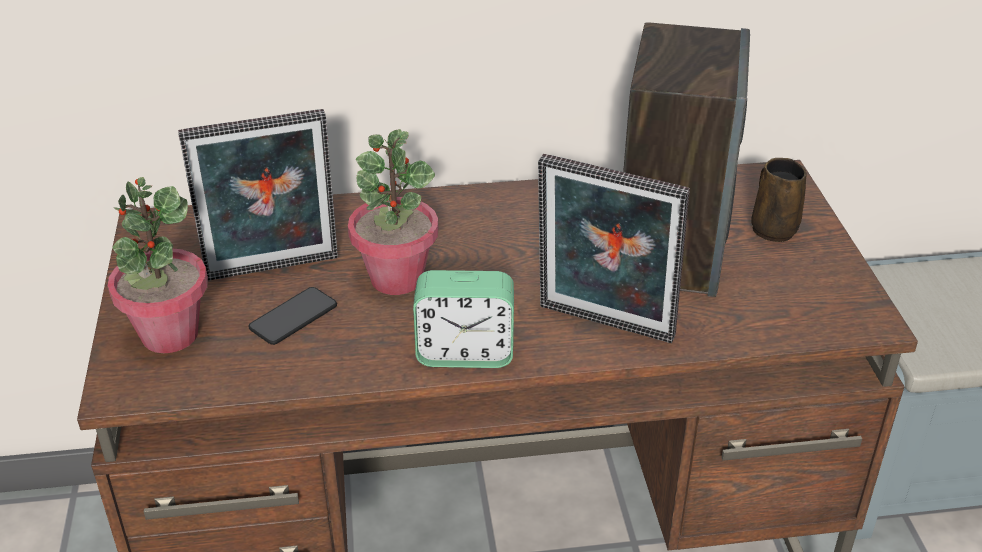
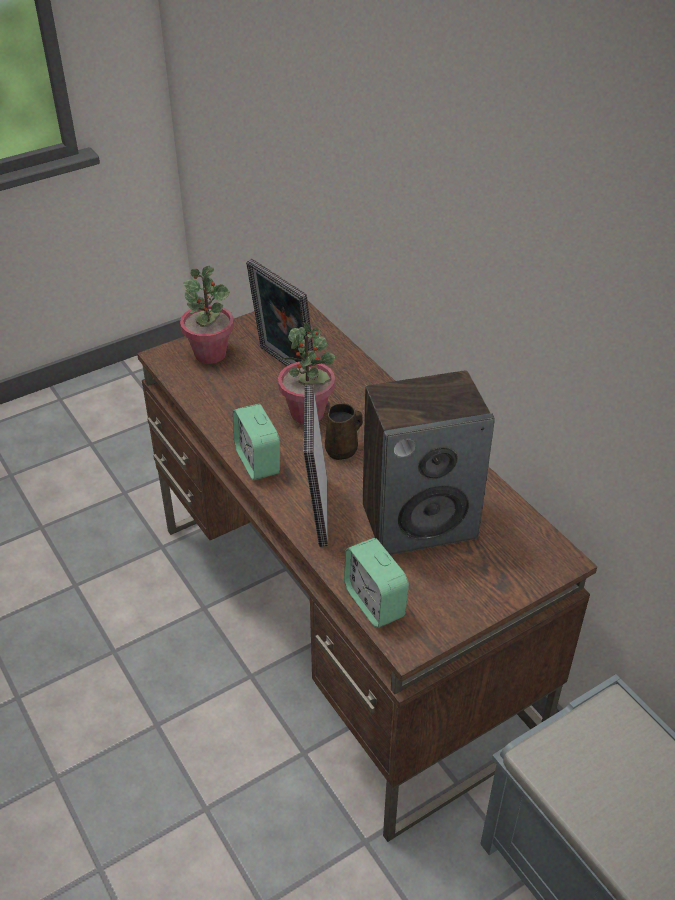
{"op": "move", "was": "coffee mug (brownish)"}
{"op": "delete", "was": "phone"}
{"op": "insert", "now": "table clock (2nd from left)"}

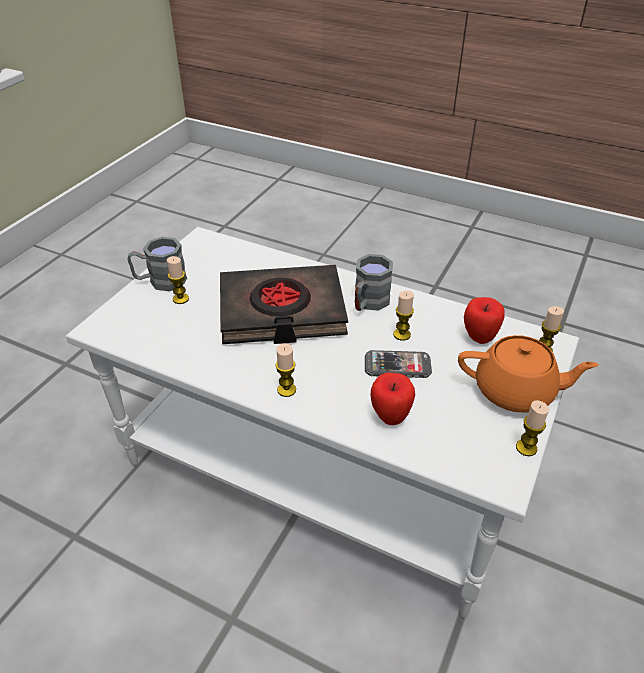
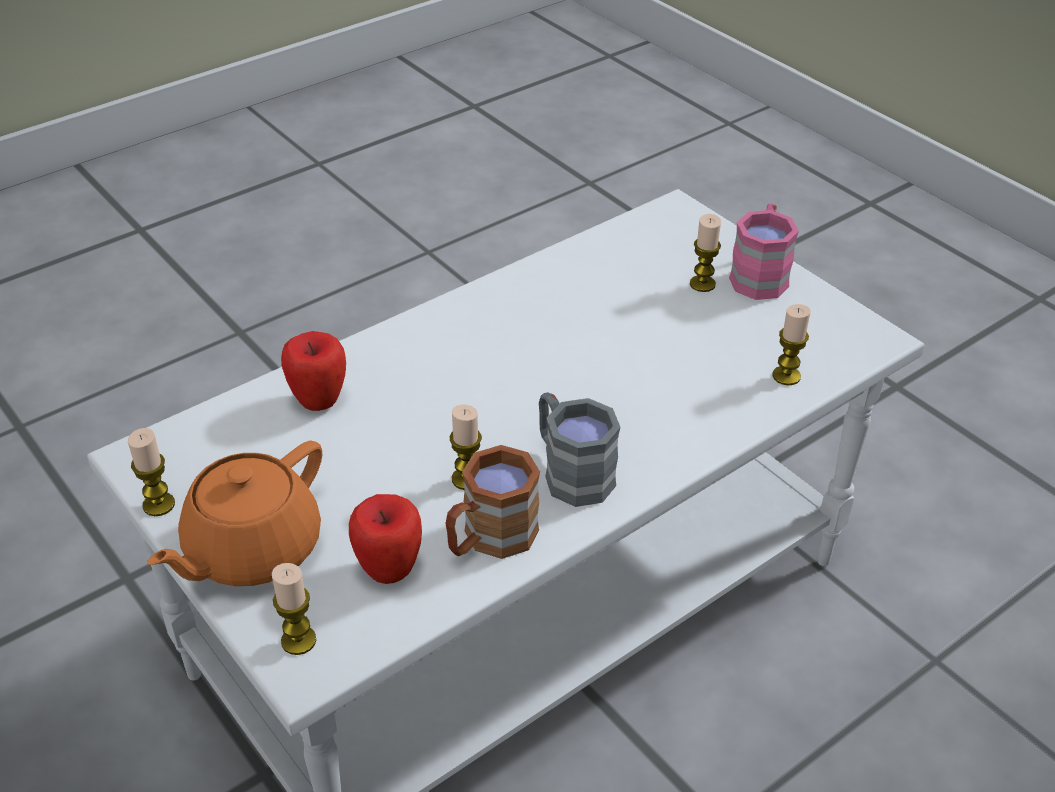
{"op": "recolor", "was": "coffee mug (grey) (1st from left)", "now": "coffee mug (pinkish)"}
{"op": "delete", "was": "book (blackish)"}
{"op": "move", "was": "wax candle (2nd from left in the first image)", "now": "wax candle (5th from left)"}
{"op": "delete", "was": "phone"}
{"op": "insert", "now": "coffee mug (brownish)"}

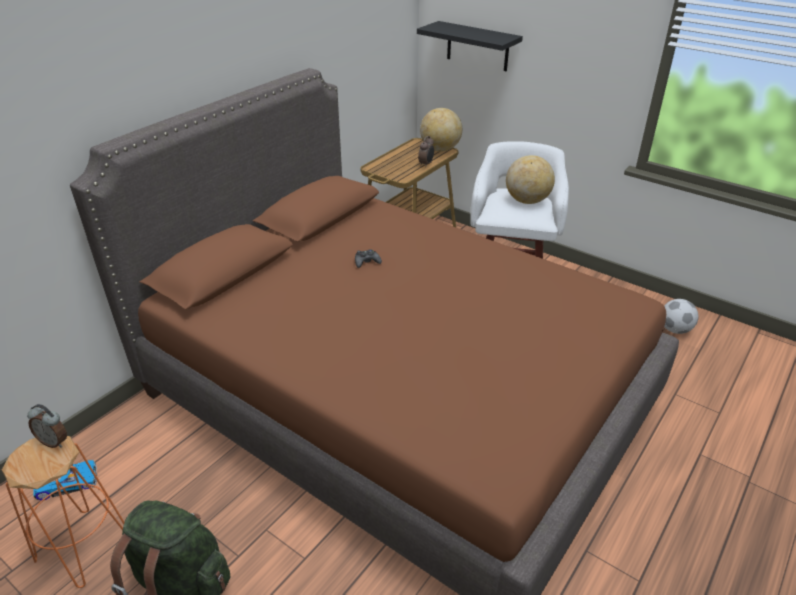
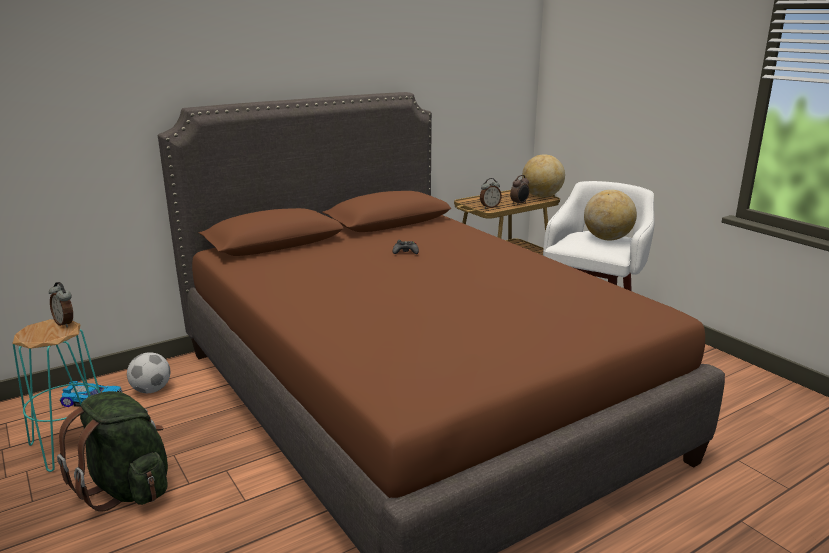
{"op": "delete", "was": "bracket shelf (blackish)"}
{"op": "move", "was": "football ball"}
{"op": "recolor", "was": "stool seat (orange)", "now": "stool seat (turquoise)"}
{"op": "insert", "now": "table clock (2nd from left)"}

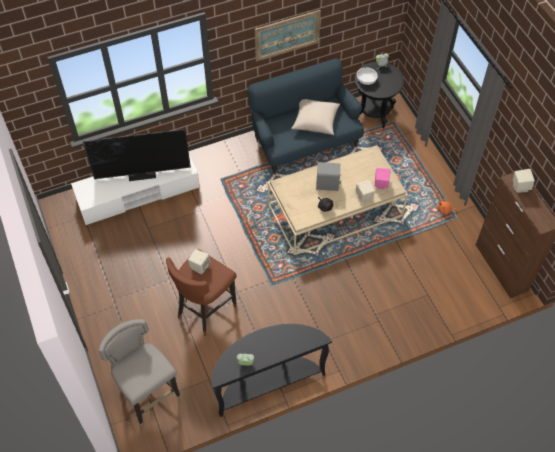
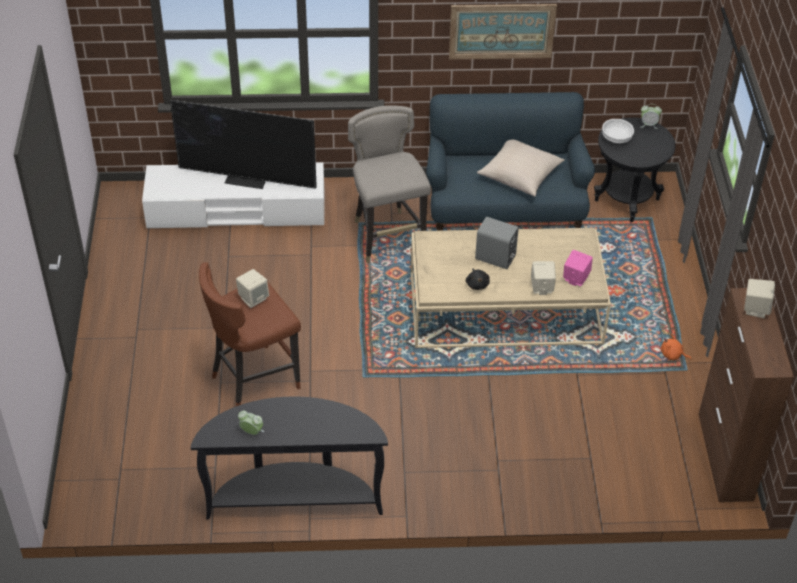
{"op": "move", "was": "stool seat (grey)"}

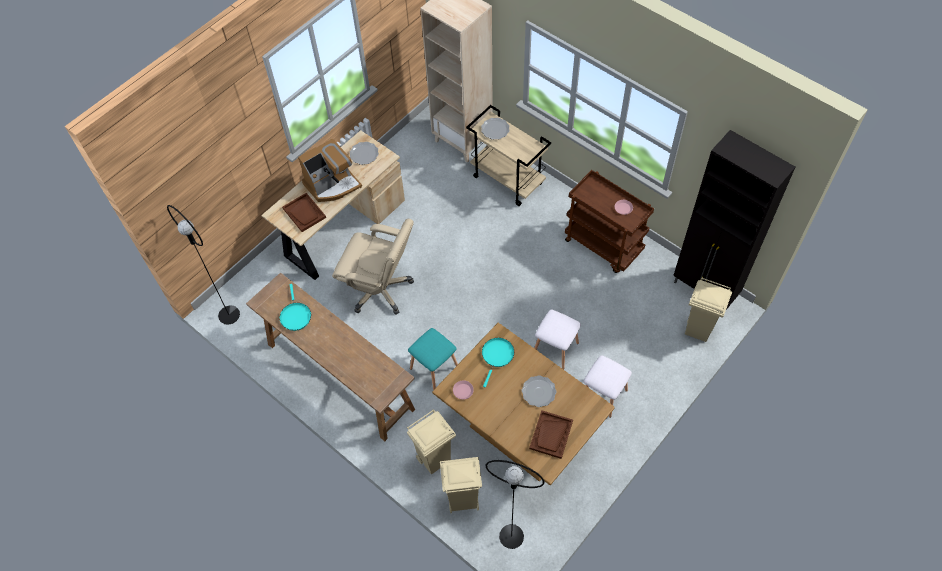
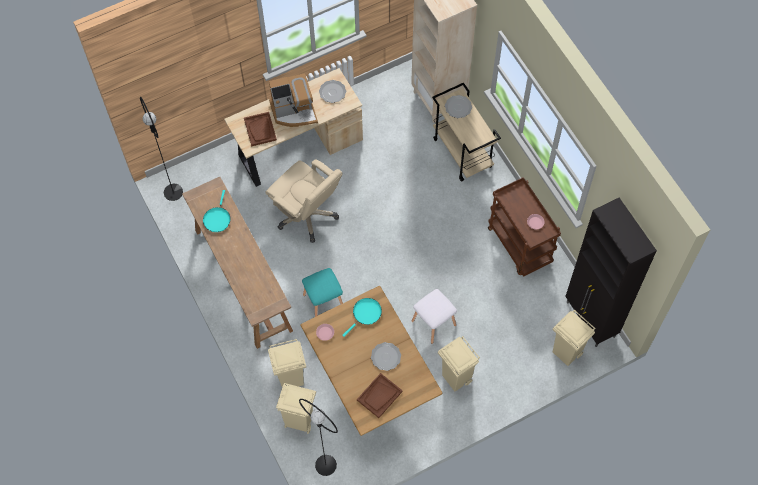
{"op": "replace", "was": "stool seat (white-coloured) (2nd from left)", "now": "rubbish bin (beige) (3rd from left)"}

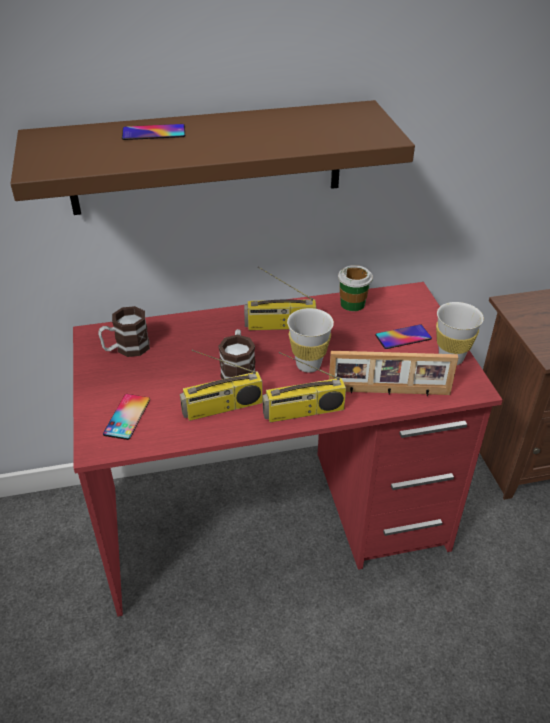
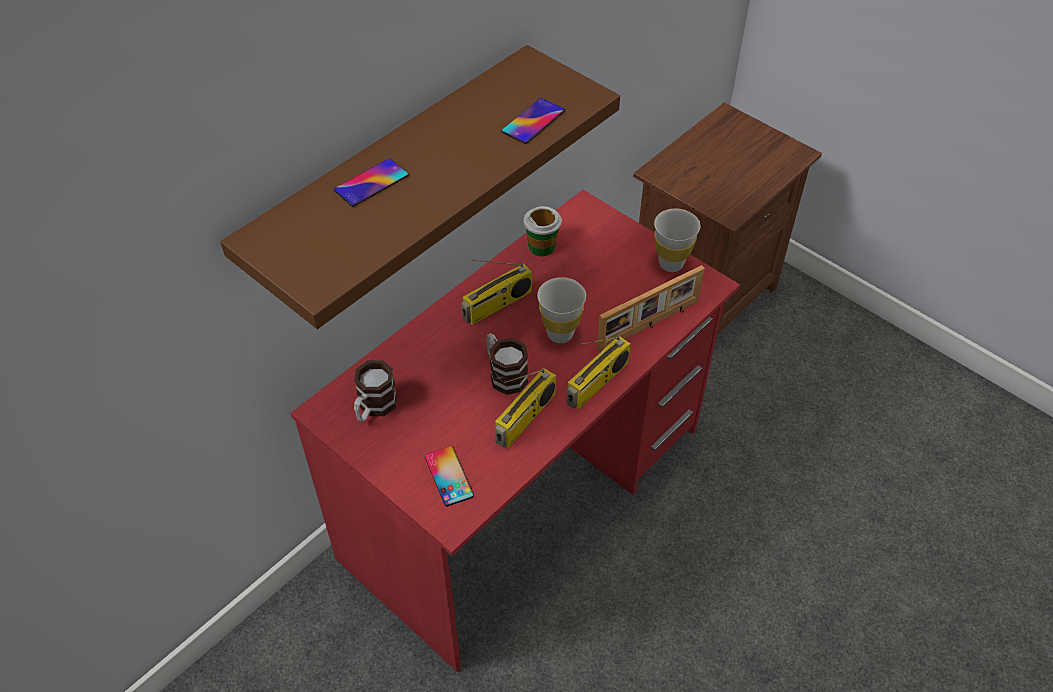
{"op": "move", "was": "phone (3rd from left)"}

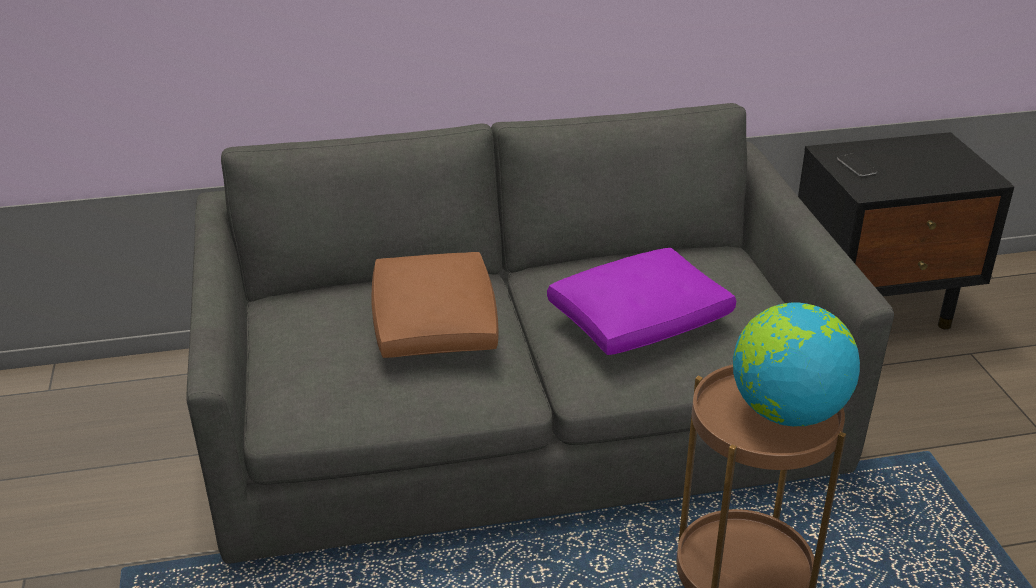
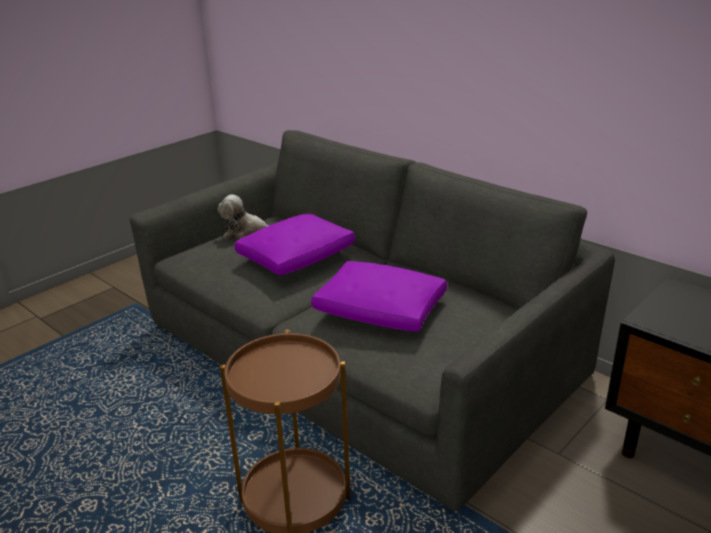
{"op": "delete", "was": "phone"}
{"op": "recolor", "was": "throw pillow (brownish)", "now": "throw pillow (purple) (1st from left)"}
{"op": "delete", "was": "desk globe"}
{"op": "insert", "now": "cuddly toy"}

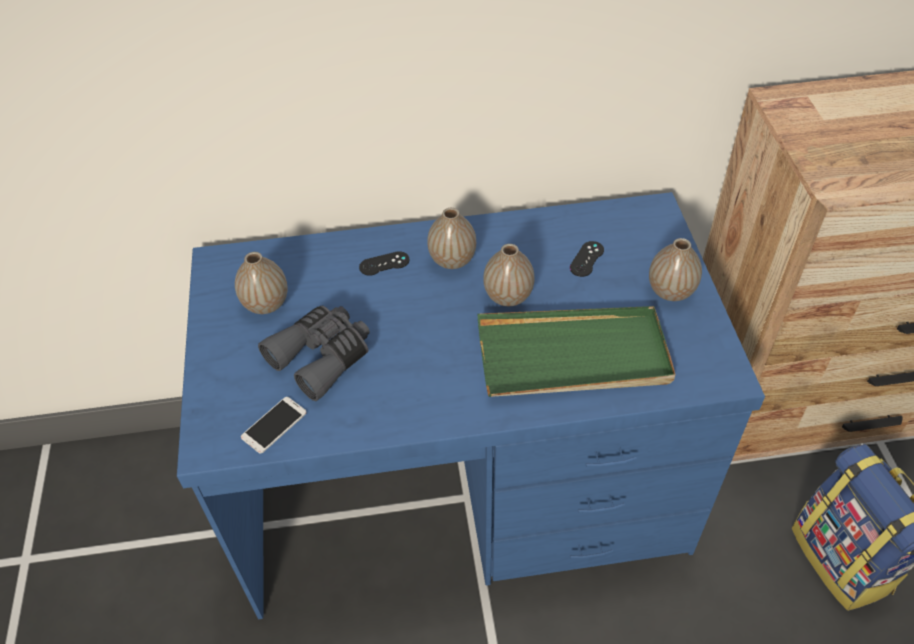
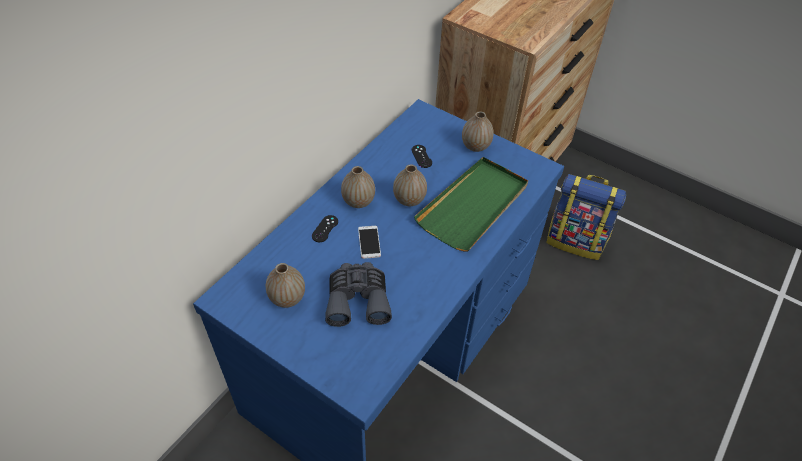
{"op": "move", "was": "phone"}

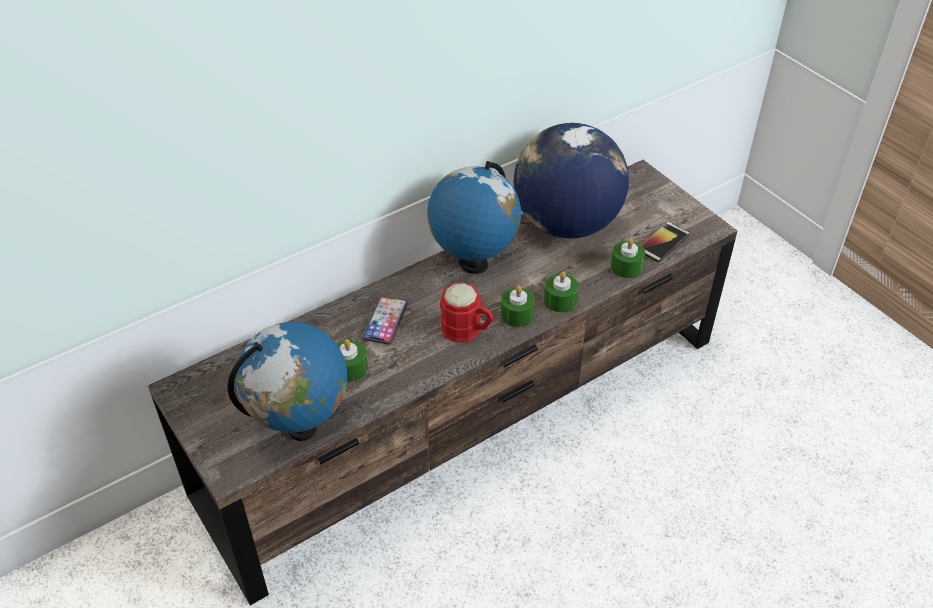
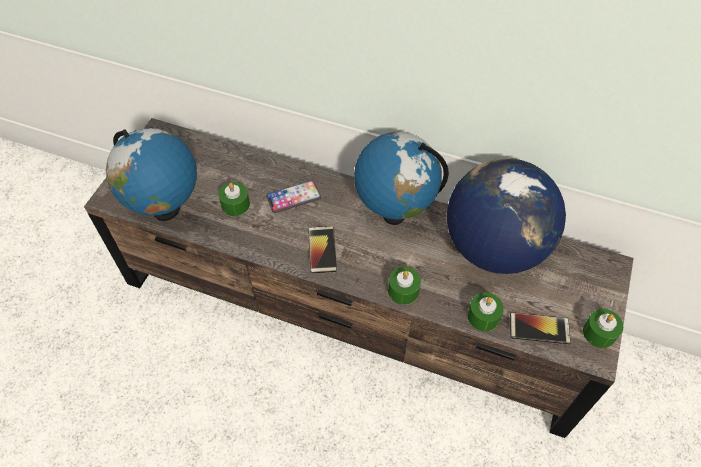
{"op": "replace", "was": "coffee mug (red-coloured)", "now": "phone (2nd from left)"}
{"op": "move", "was": "wax candle (greenish) (2nd from left in the first image)", "now": "wax candle (greenish) (4th from left)"}

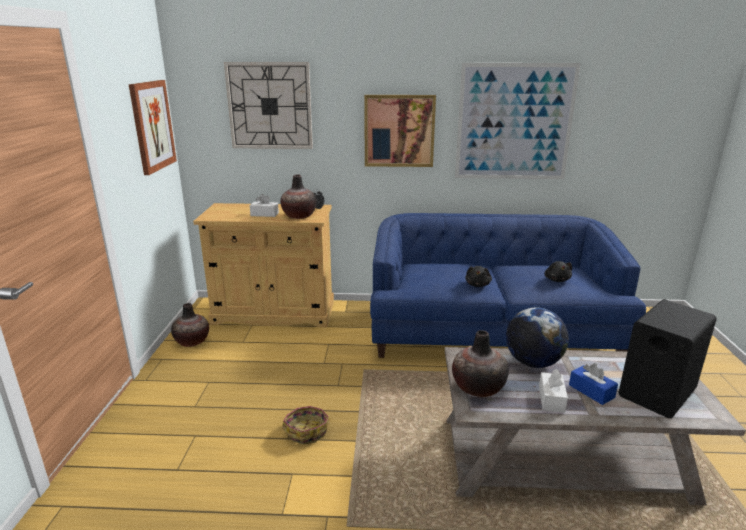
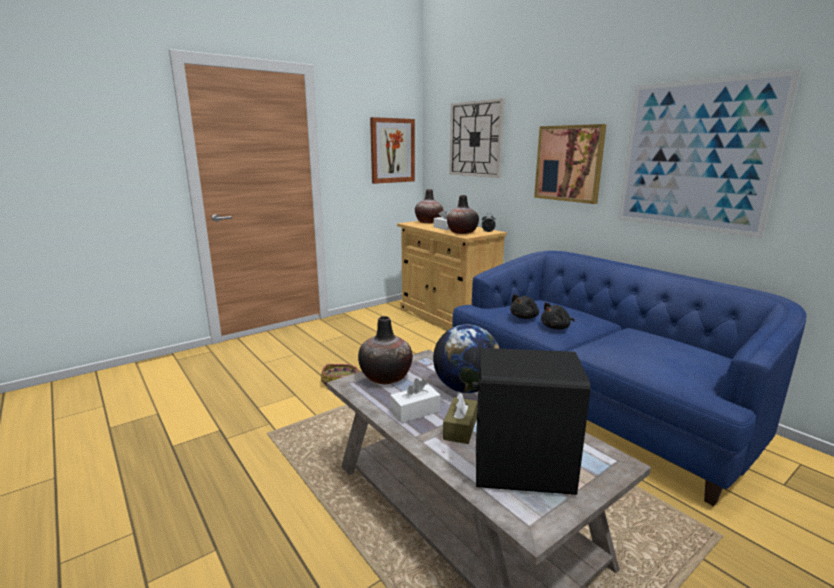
{"op": "move", "was": "cuddly toy (blackish) (2nd from left in the first image)", "now": "cuddly toy (blackish) (1st from left)"}
{"op": "move", "was": "vase (1st from left in the first image)", "now": "vase (2nd from left)"}
{"op": "recolor", "was": "box of tissues (blue)", "now": "box of tissues (brownish)"}

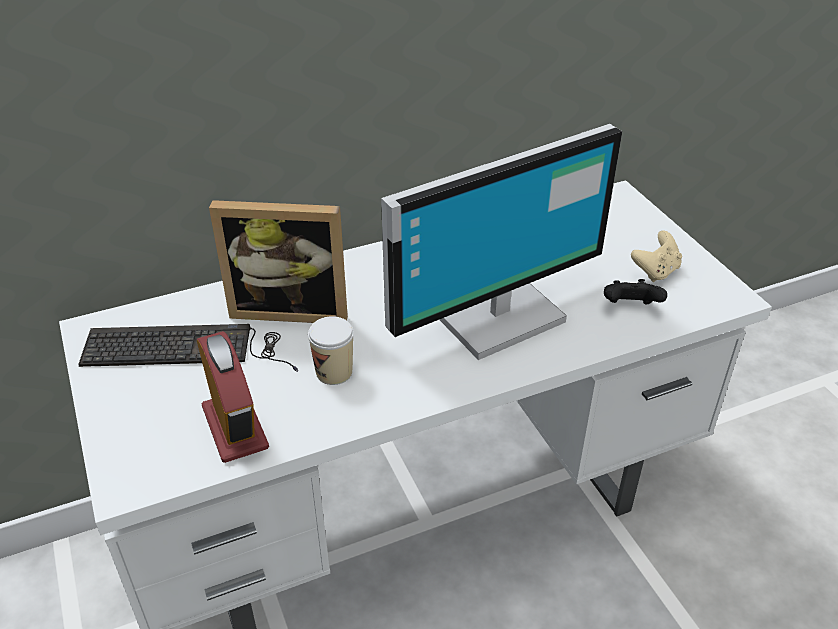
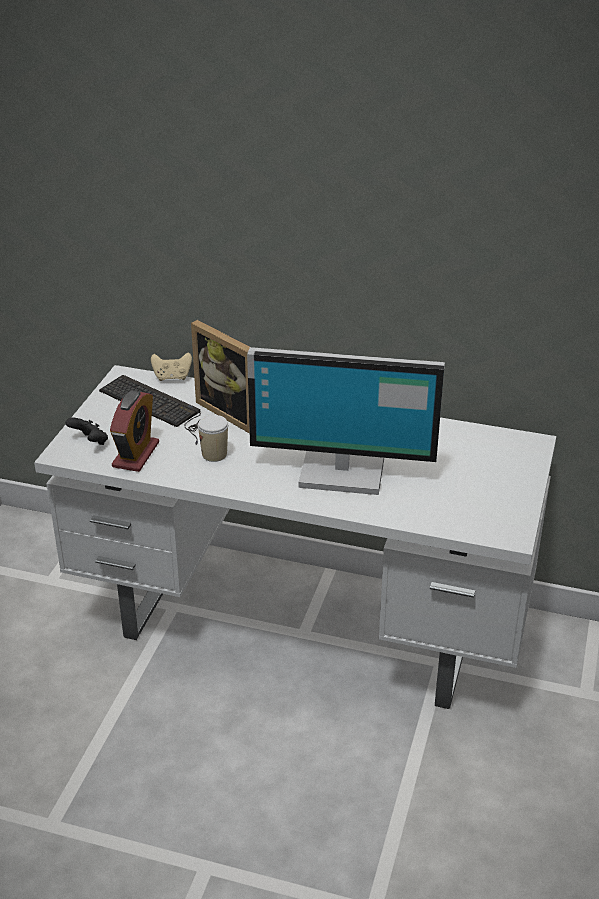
{"op": "move", "was": "gamepad (beige)"}
{"op": "move", "was": "gamepad (blackish)"}

